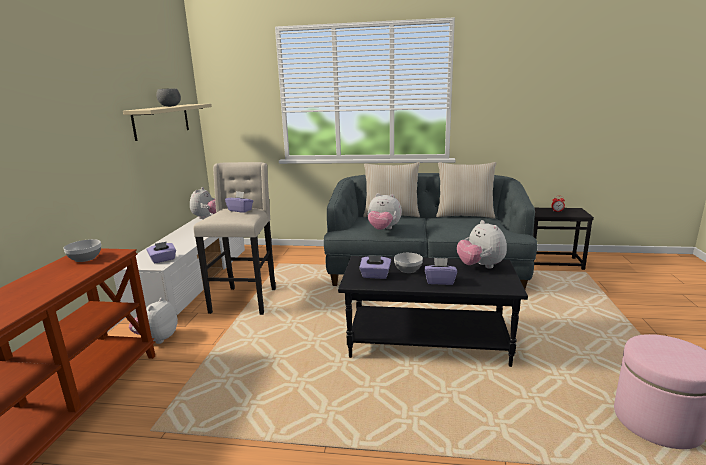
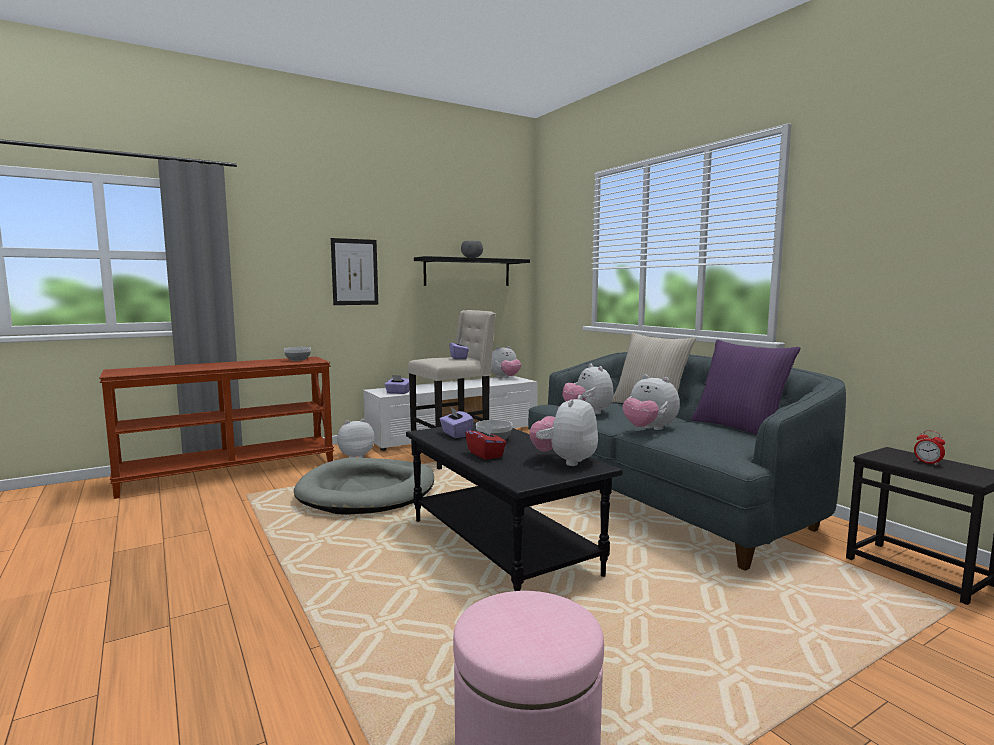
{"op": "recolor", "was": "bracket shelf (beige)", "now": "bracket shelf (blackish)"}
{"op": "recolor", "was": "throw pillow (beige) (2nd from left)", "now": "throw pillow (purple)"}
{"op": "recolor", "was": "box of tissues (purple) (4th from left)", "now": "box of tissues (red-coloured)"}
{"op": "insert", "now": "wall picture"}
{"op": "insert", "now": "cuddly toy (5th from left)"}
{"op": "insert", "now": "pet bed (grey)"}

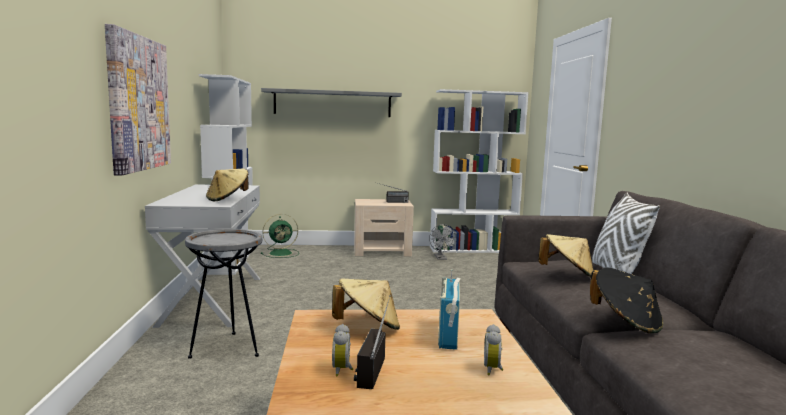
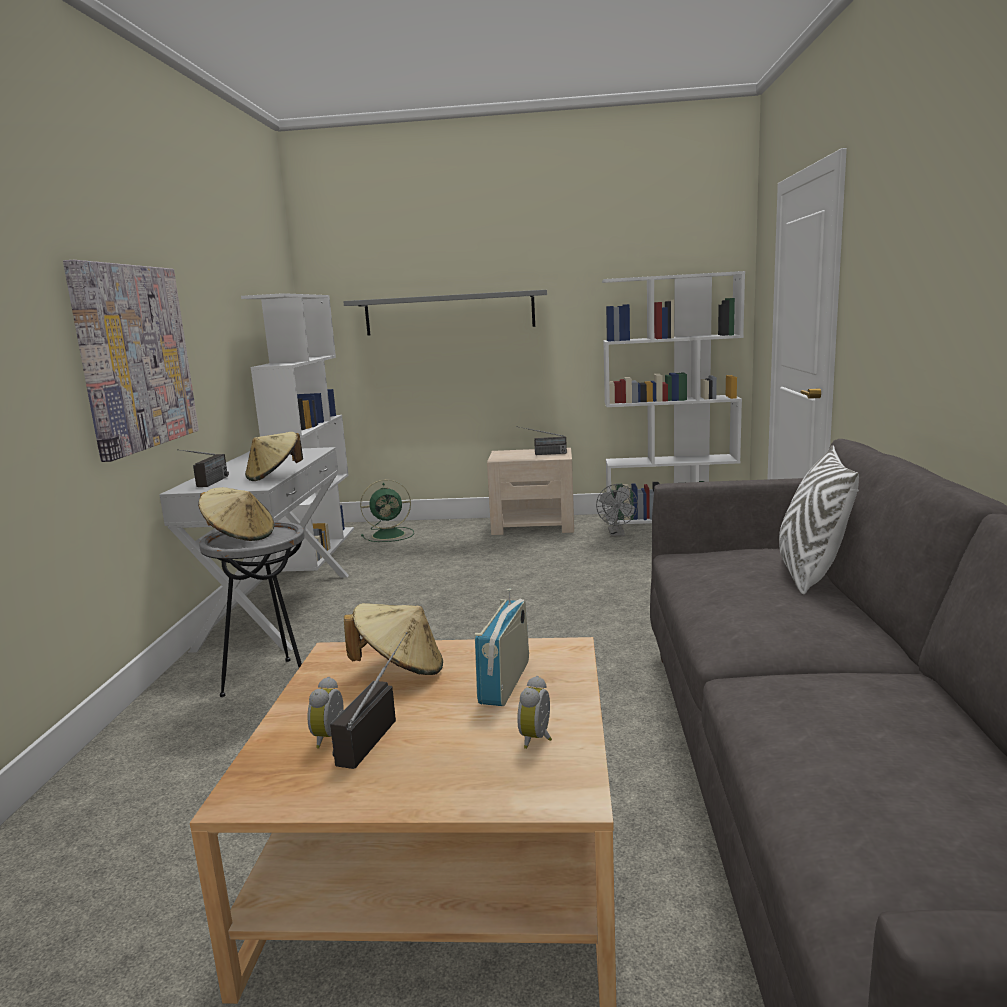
{"op": "move", "was": "hat (beige) (3rd from left in the first image)", "now": "hat (beige) (1st from left)"}
{"op": "delete", "was": "hat (blackish)"}
{"op": "insert", "now": "radio (1st from left)"}

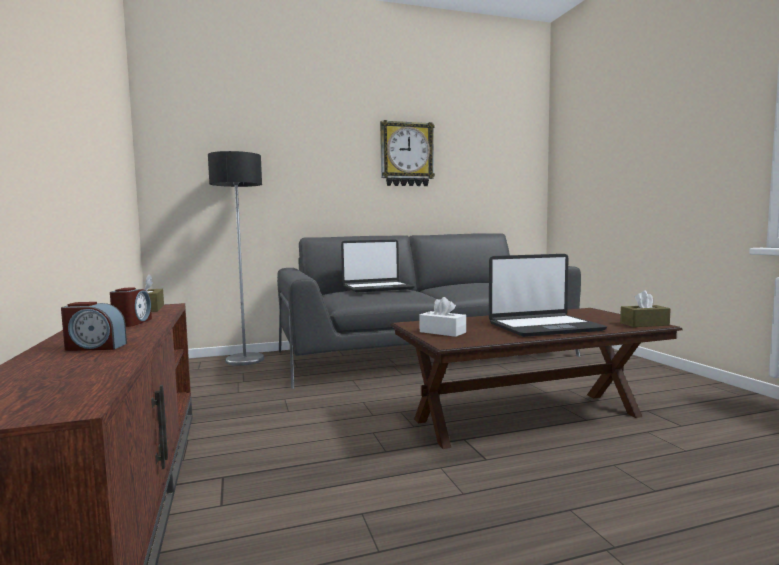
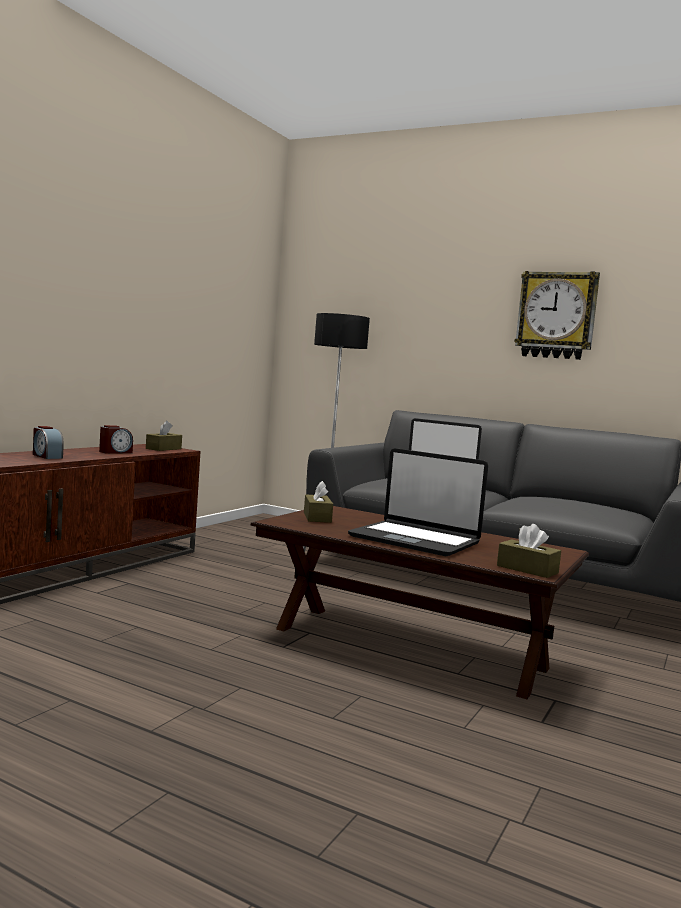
{"op": "recolor", "was": "box of tissues (white-coloured)", "now": "box of tissues (brownish) (2nd from left)"}

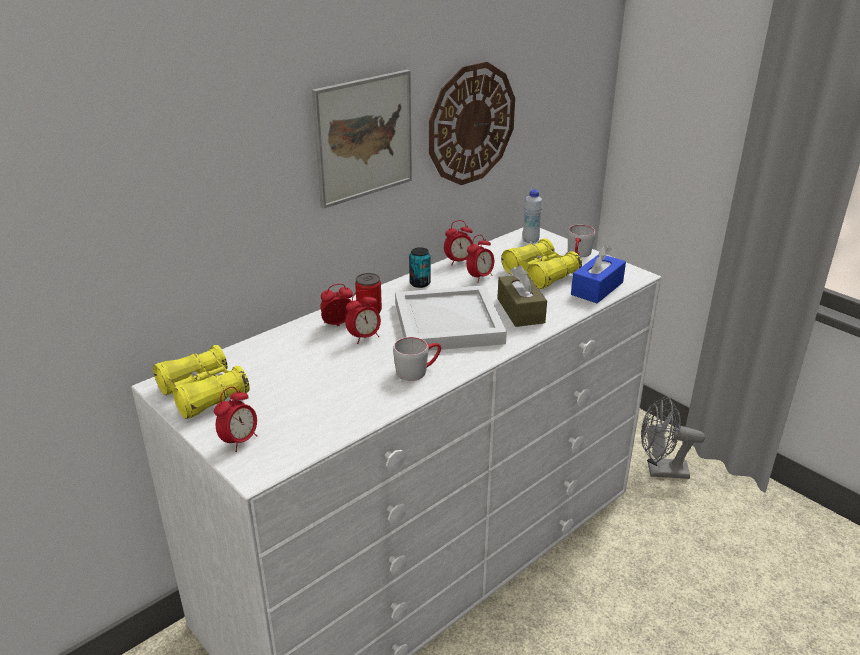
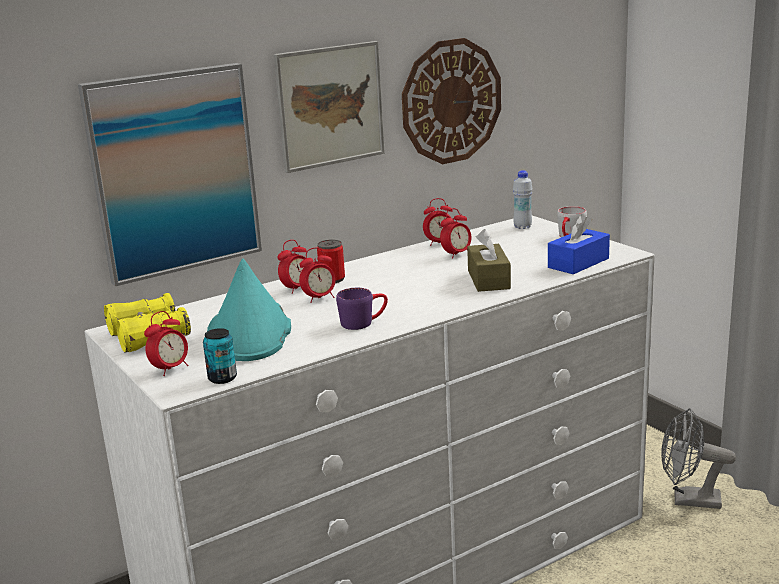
{"op": "delete", "was": "field glasses (yellow) (2nd from left)"}
{"op": "move", "was": "metal can (2nd from left in the first image)", "now": "metal can (1st from left)"}
{"op": "rotate", "was": "table clock (2nd from left)", "clockwise": 150}
{"op": "delete", "was": "serving tray (white-coloured)"}
{"op": "recolor", "was": "coffee mug (grey) (1st from left)", "now": "coffee mug (purple)"}
{"op": "insert", "now": "wall picture (1st from left)"}
{"op": "insert", "now": "hat (turquoise)"}

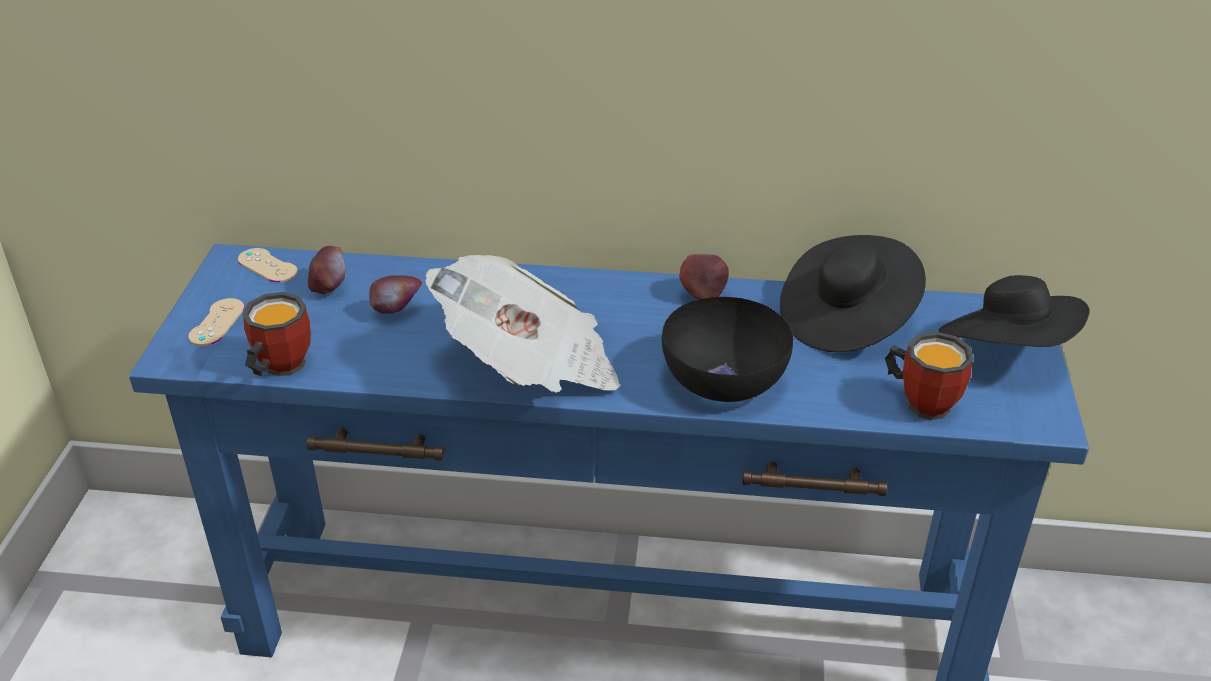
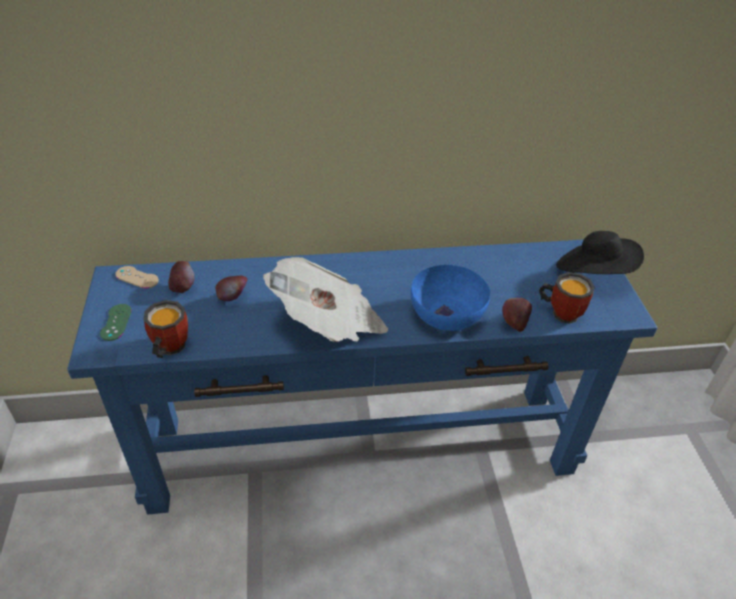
{"op": "delete", "was": "hat (blackish) (1st from left)"}
{"op": "move", "was": "whole apple (3rd from left)"}
{"op": "recolor", "was": "deep dish (blackish)", "now": "deep dish (blue)"}
{"op": "recolor", "was": "gamepad (beige) (1st from left)", "now": "gamepad (greenish)"}

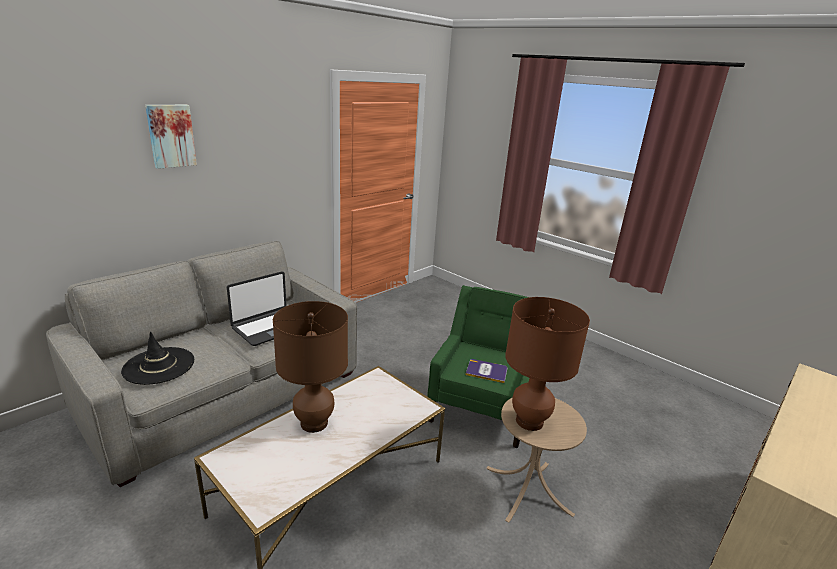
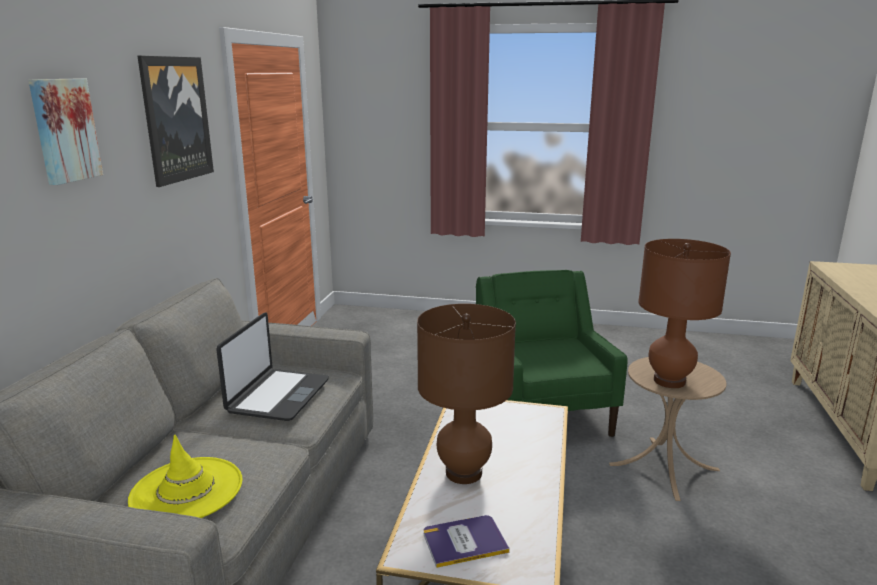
{"op": "recolor", "was": "hat (blackish)", "now": "hat (yellow)"}
{"op": "move", "was": "book"}
{"op": "insert", "now": "wall picture (2nd from left)"}

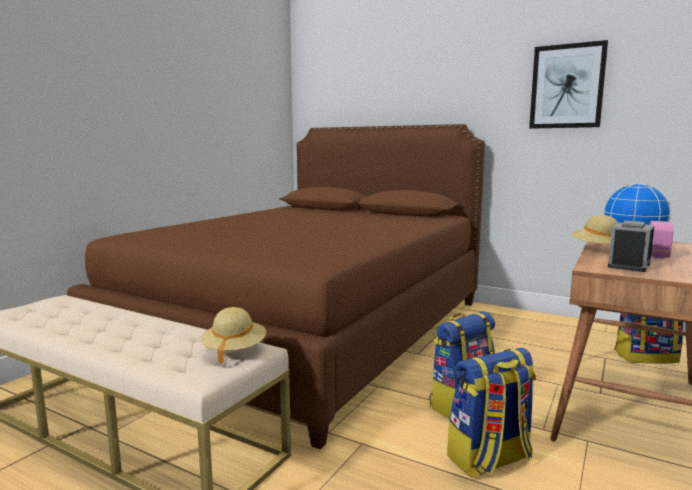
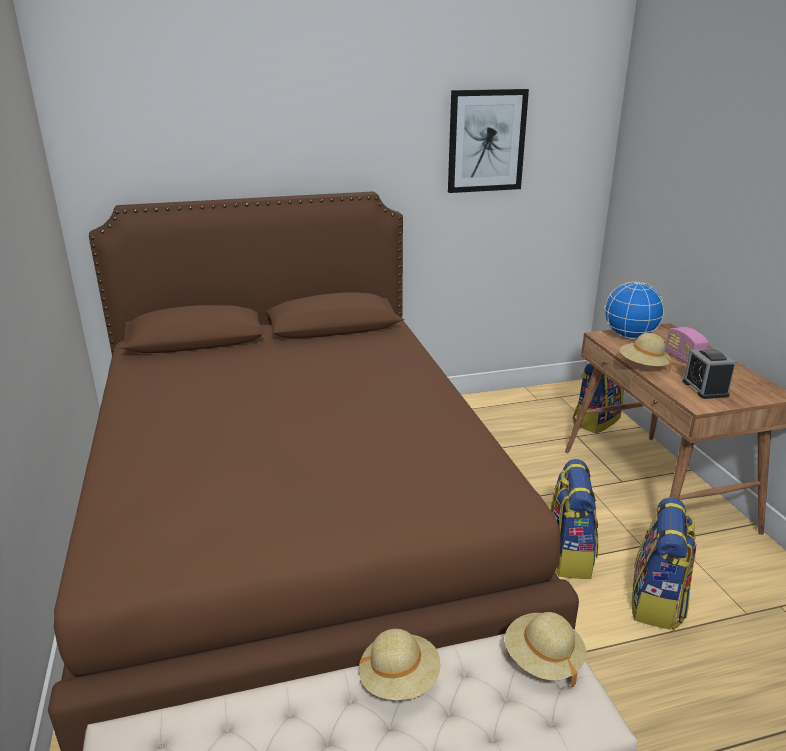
{"op": "insert", "now": "hat (beige) (1st from left)"}

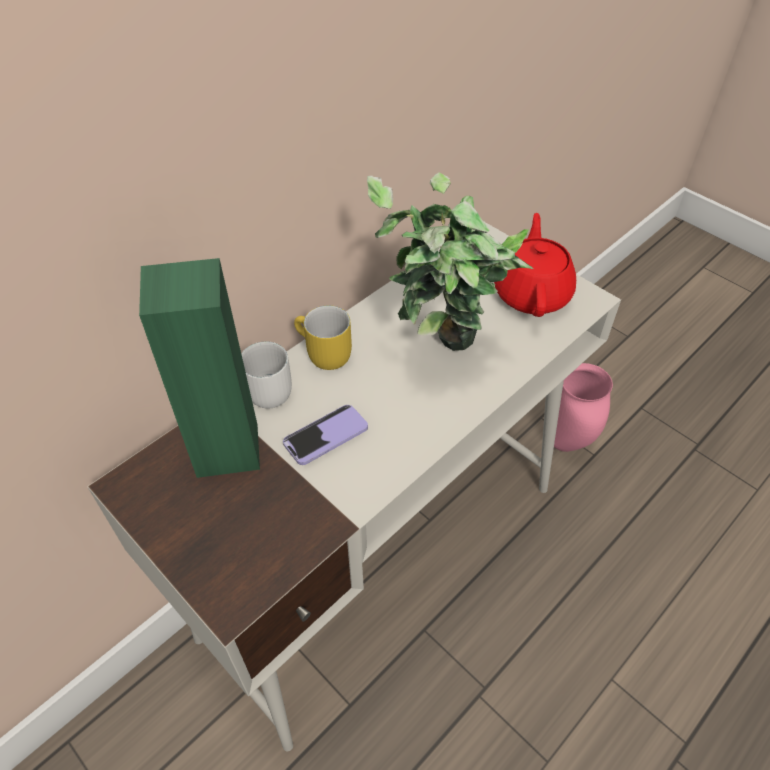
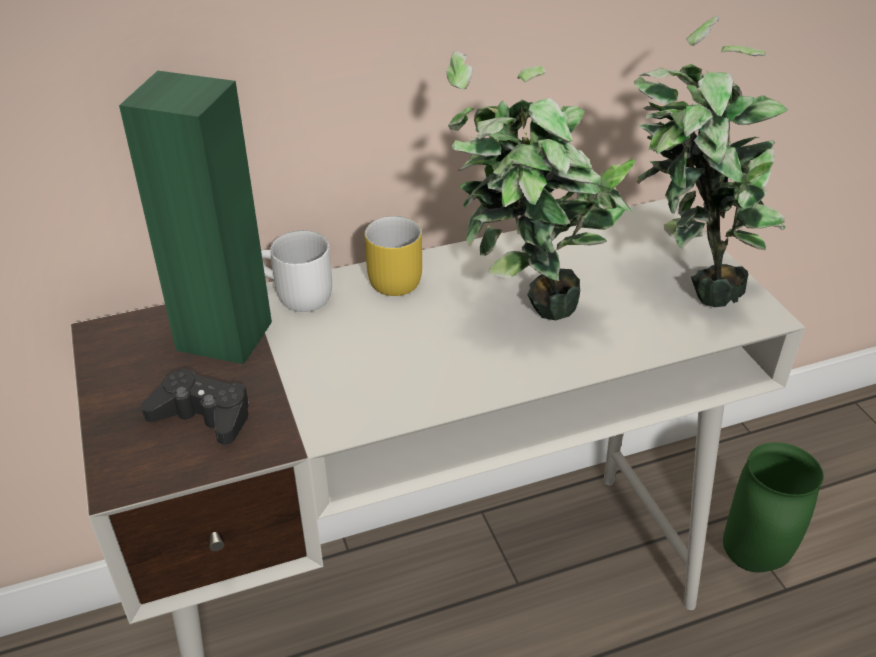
{"op": "replace", "was": "pot for tea (red-coloured)", "now": "potted plant (2nd from left)"}
{"op": "recolor", "was": "vase (pinkish)", "now": "vase (greenish)"}
{"op": "delete", "was": "phone"}
{"op": "insert", "now": "gamepad (blackish)"}

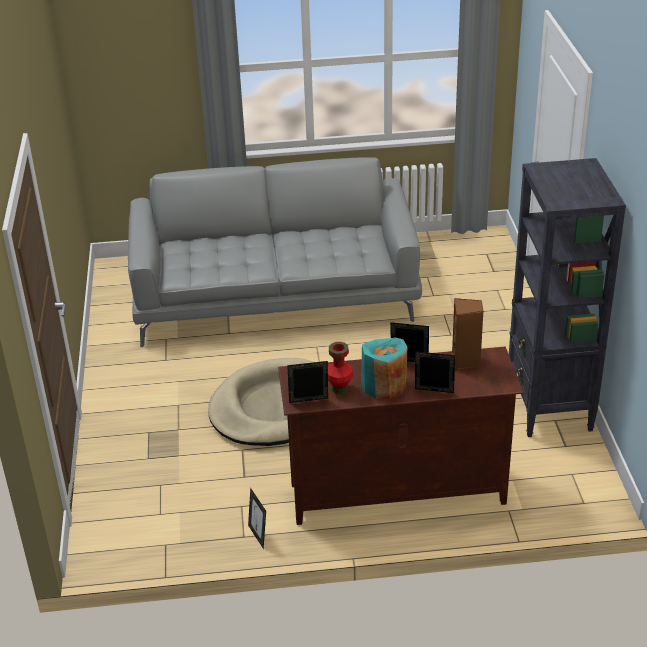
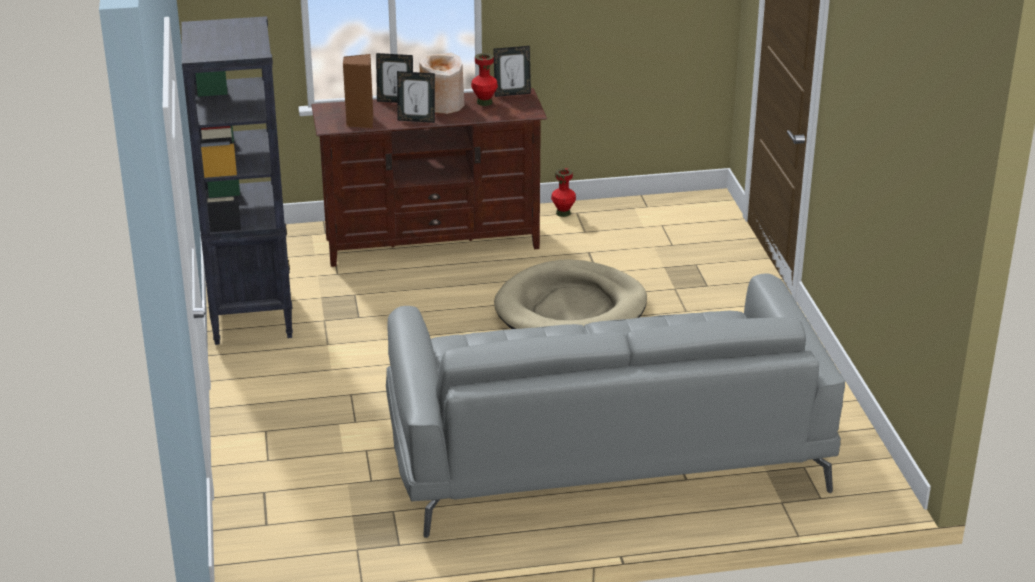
{"op": "recolor", "was": "vase (turquoise)", "now": "vase (beige)"}
{"op": "replace", "was": "picture frame (1st from left)", "now": "vase (red-coloured) (2nd from left)"}

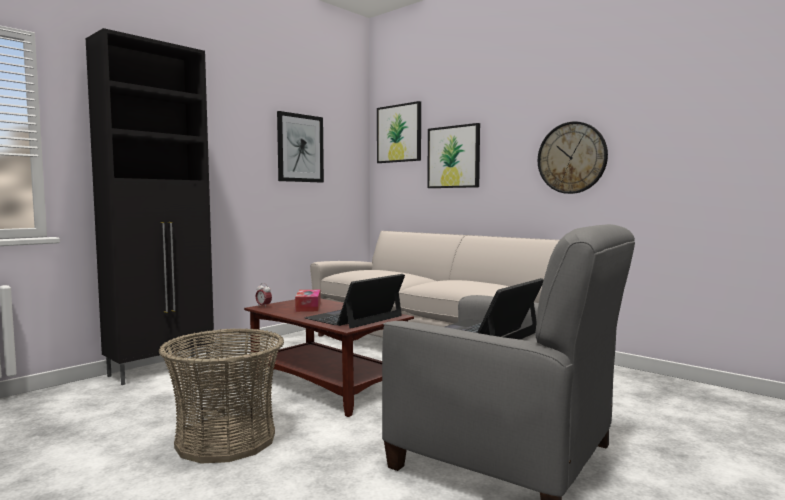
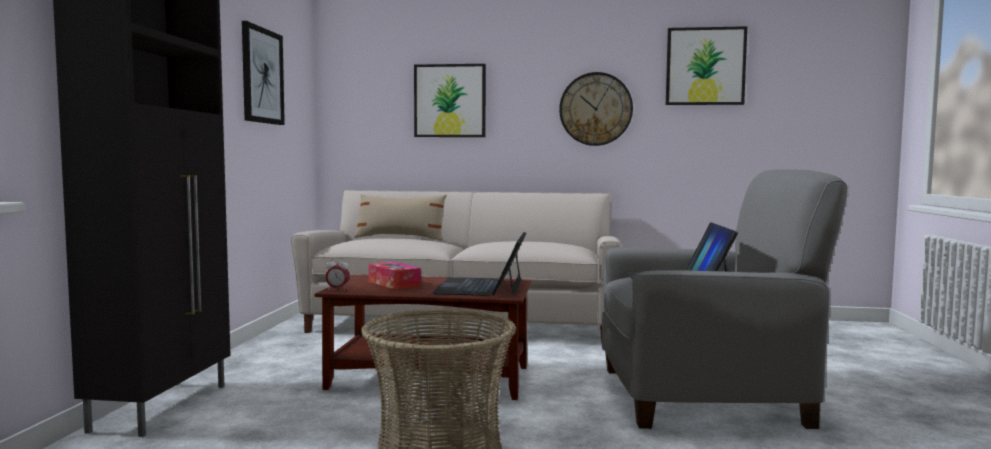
{"op": "move", "was": "wall picture (2nd from left in the first image)", "now": "wall picture (3rd from left)"}
{"op": "insert", "now": "throw pillow (beige)"}

